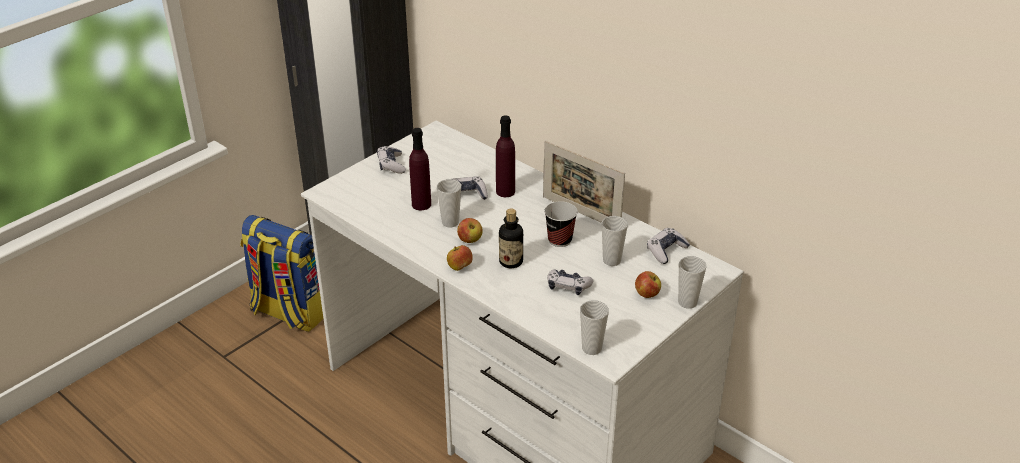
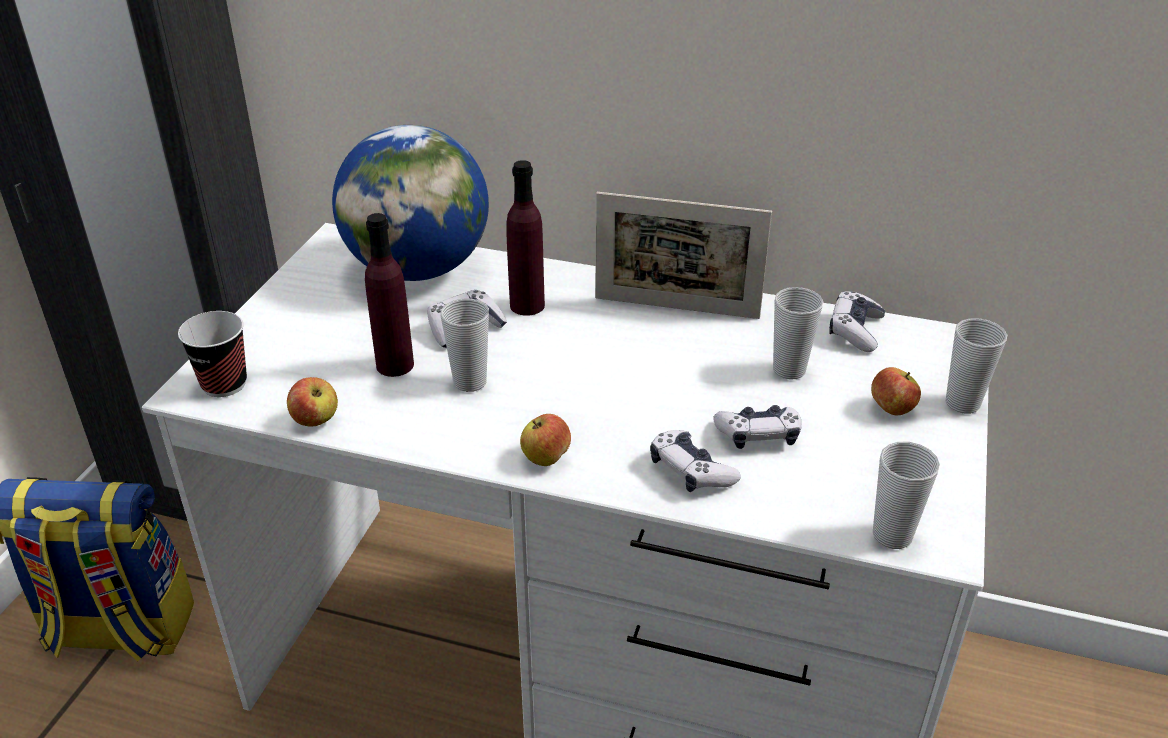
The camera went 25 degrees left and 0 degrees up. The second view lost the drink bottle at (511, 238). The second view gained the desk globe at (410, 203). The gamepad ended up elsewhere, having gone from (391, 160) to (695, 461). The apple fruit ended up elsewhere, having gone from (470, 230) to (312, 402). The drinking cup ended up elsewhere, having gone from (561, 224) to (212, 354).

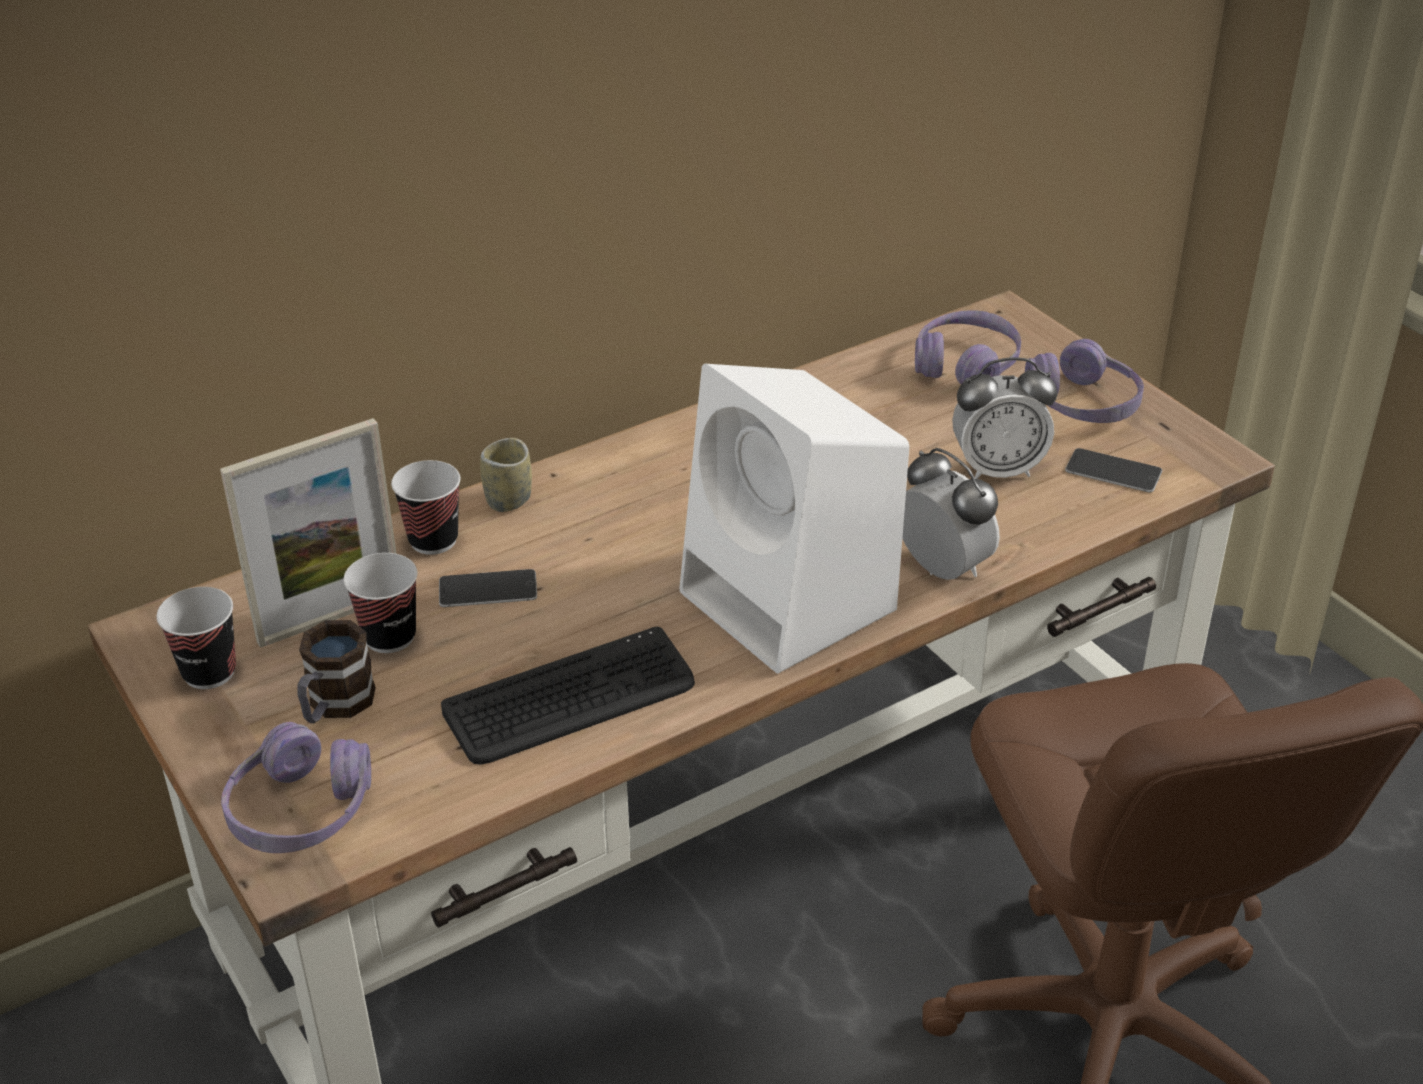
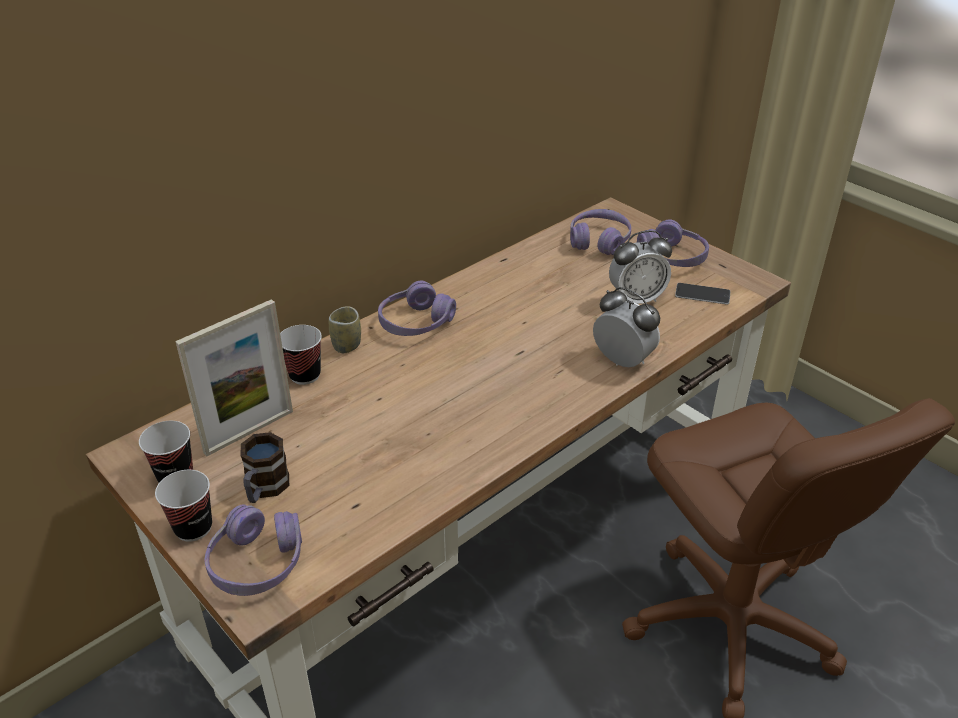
The camera went 10 degrees left and 0 degrees up. The second view lost the telephone at (488, 588). The second view lost the keyboard at (568, 696). The second view lost the loudspeaker in white-coloured at (794, 519). The second view gained the headset in purplish at (417, 308). The drinking cup ended up elsewhere, having gone from (380, 603) to (183, 506).

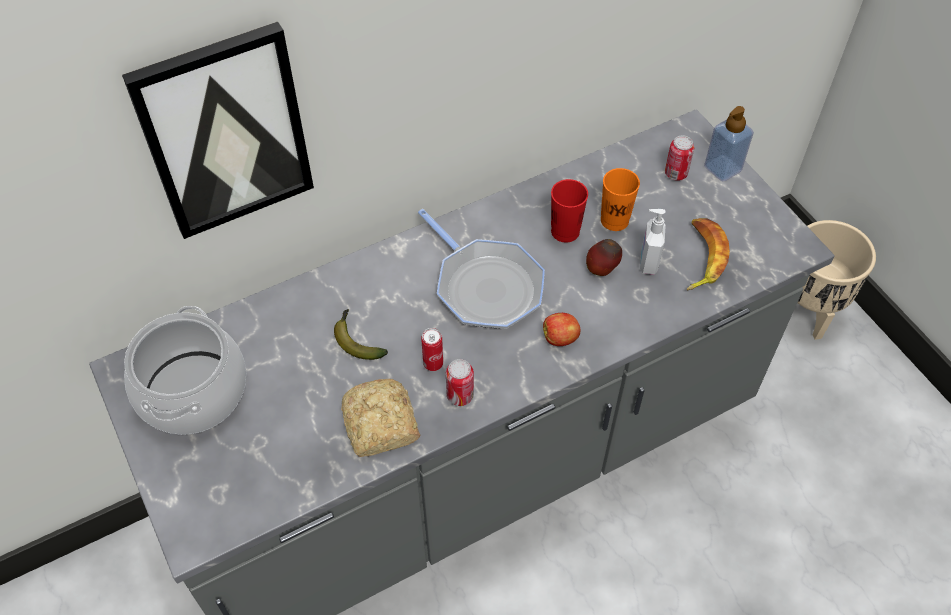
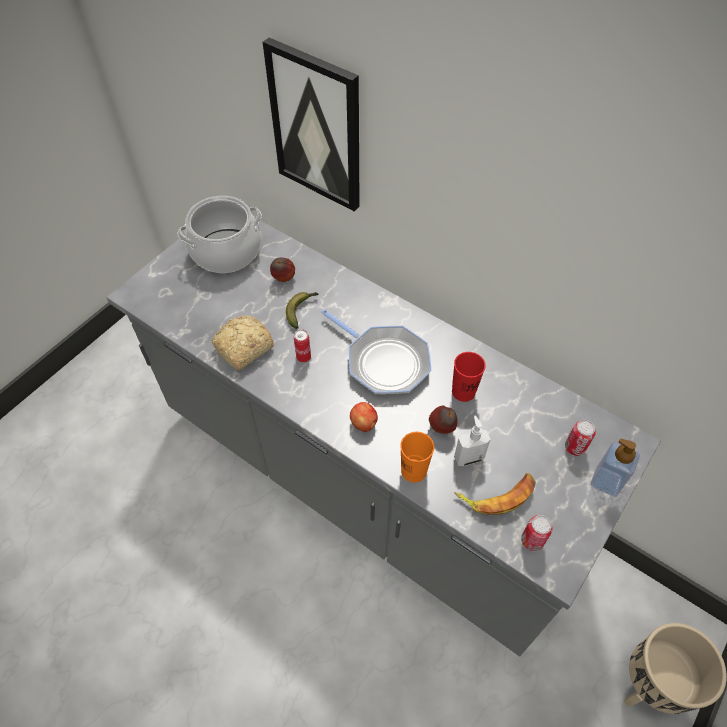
The camera went 65 degrees right and 0 degrees up. The second view gained the apple fruit at (282, 270). The metal can ended up elsewhere, having gone from (460, 382) to (537, 533). The drinking cup in orange ended up elsewhere, having gone from (620, 199) to (417, 457). The skillet at (481, 269) ended up facing another way, 75 degrees counterclockwise from before.

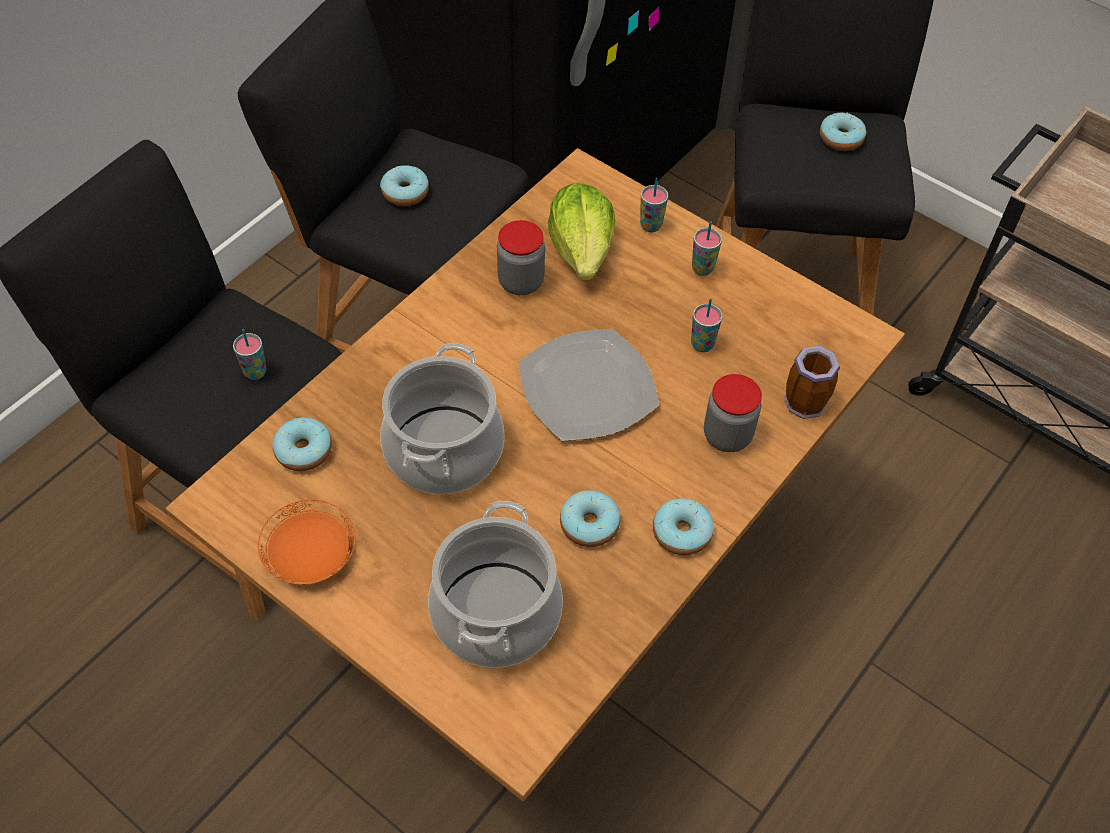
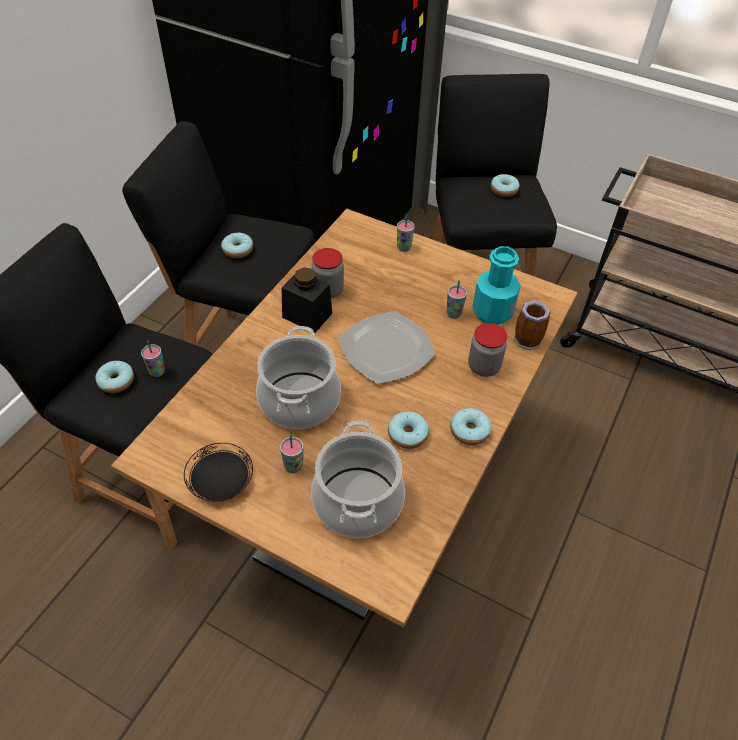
The camera went 10 degrees left and 5 degrees down. The second view lost the lettuce at (581, 231). The second view gained the storage jar in black at (307, 300). The second view gained the drink bottle in blue-green at (496, 285). The doughnut ended up elsewhere, having gone from (302, 444) to (114, 377). The drinking cup ended up elsewhere, having gone from (707, 248) to (291, 454). What was the dinner plate in orange at (307, 543) turned into the dinner plate in black at (218, 472).

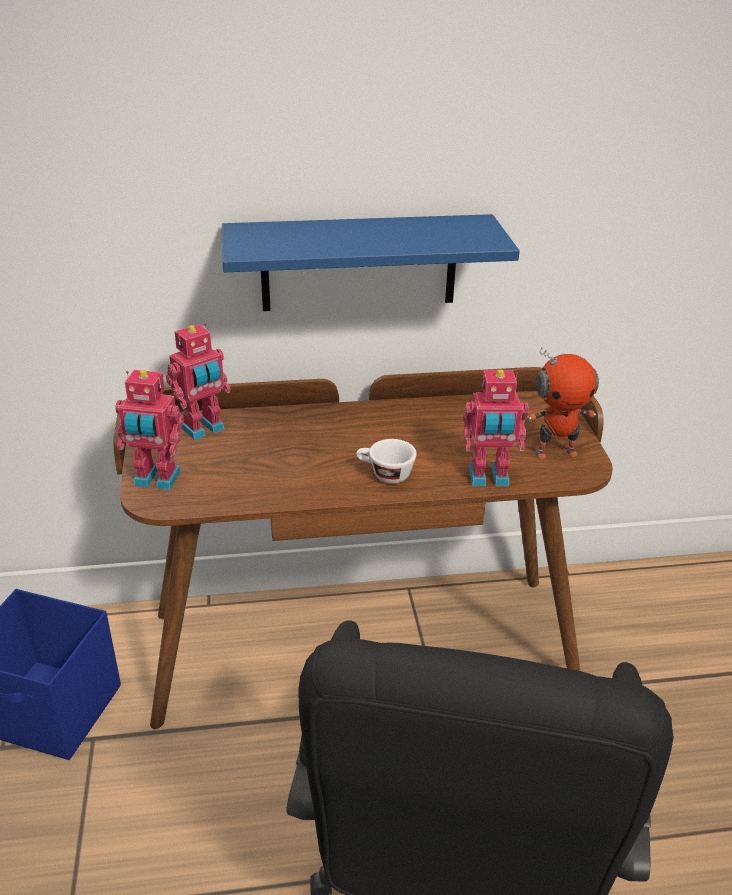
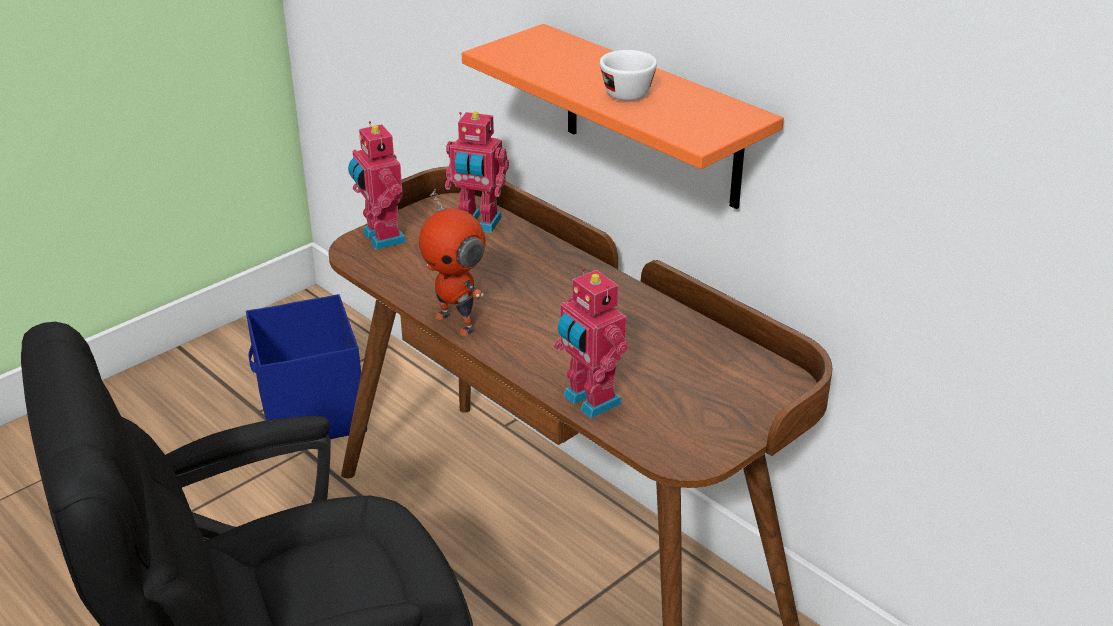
The camera went 55 degrees right and 0 degrees up. The drinking cup in white-coloured ended up elsewhere, having gone from (386, 461) to (628, 75). The model robot ended up elsewhere, having gone from (563, 403) to (452, 262). What was the bracket shelf in bluish at (371, 262) turned into the bracket shelf in orange at (623, 116).

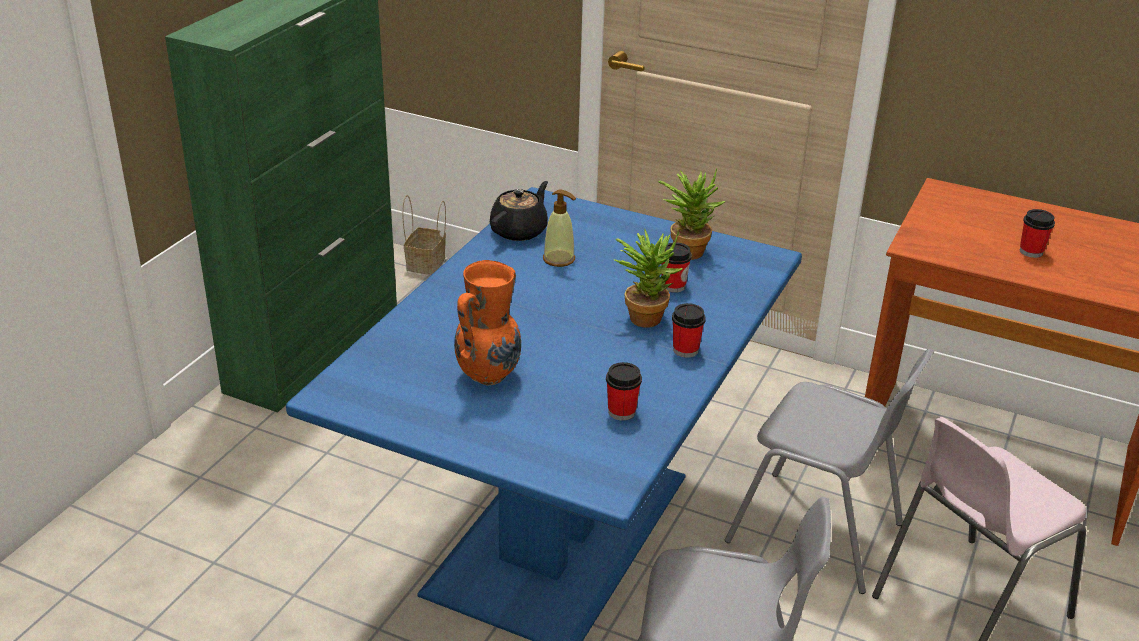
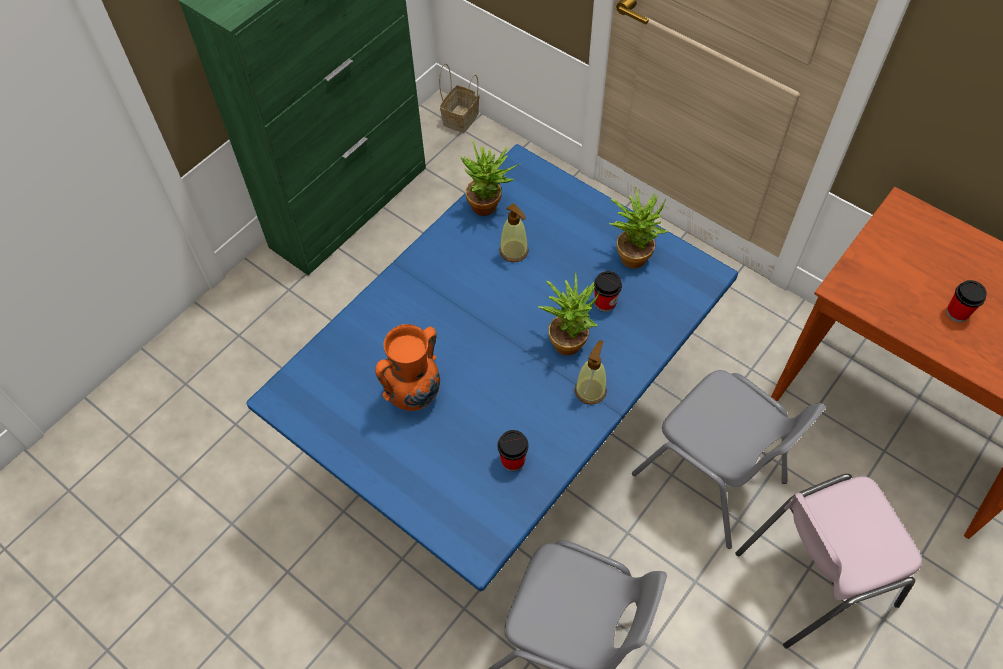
The camera went 15 degrees right and 25 degrees up. Where the tea pot in black stood at (519, 211), the plant in a pot came to stand at (490, 177). Where the drinking cup stood at (689, 330), the soap bottle came to stand at (591, 372).

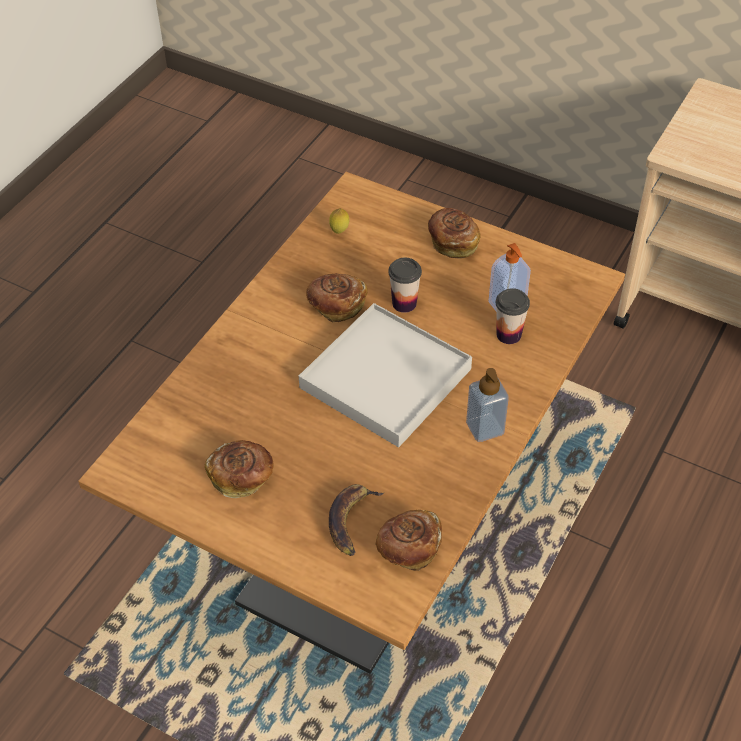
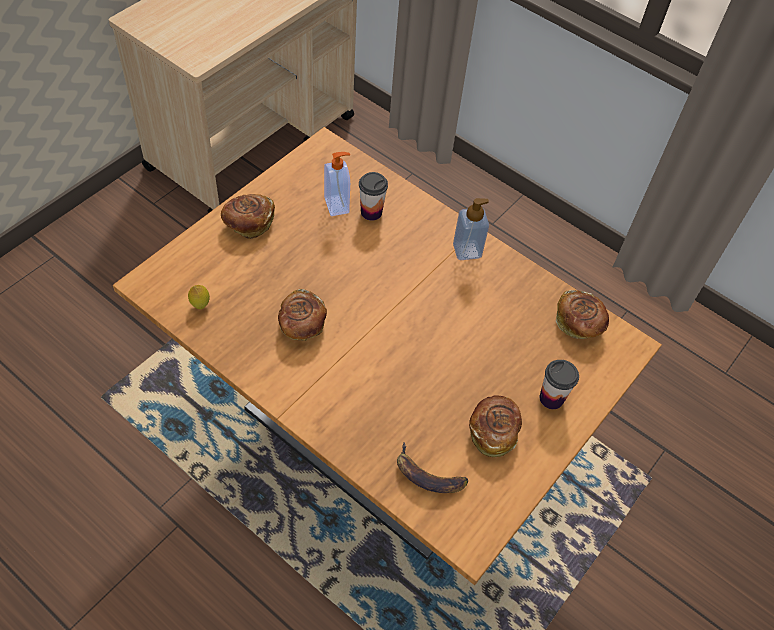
The camera went 85 degrees left and 5 degrees up. The second view lost the carrying tray in white-coloured at (385, 375). The whole banana ended up elsewhere, having gone from (356, 520) to (432, 468). The drinking cup ended up elsewhere, having gone from (405, 285) to (559, 384).

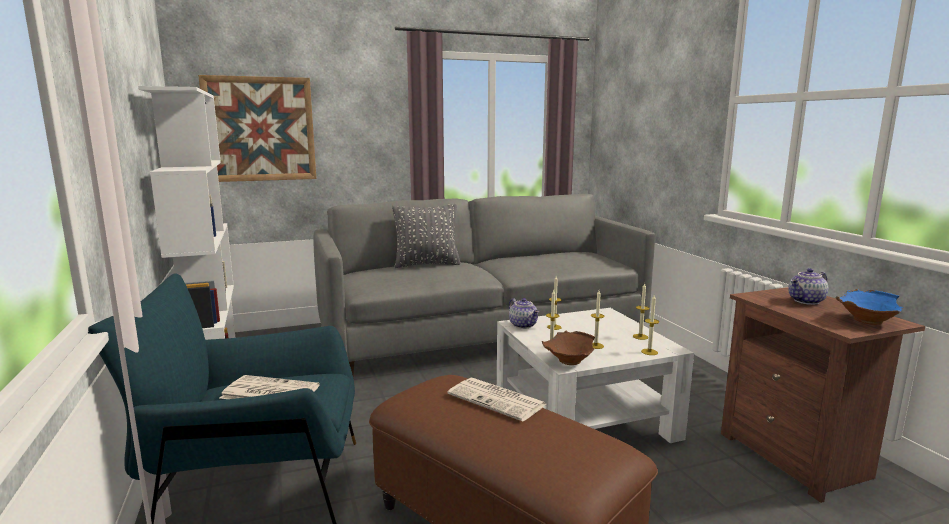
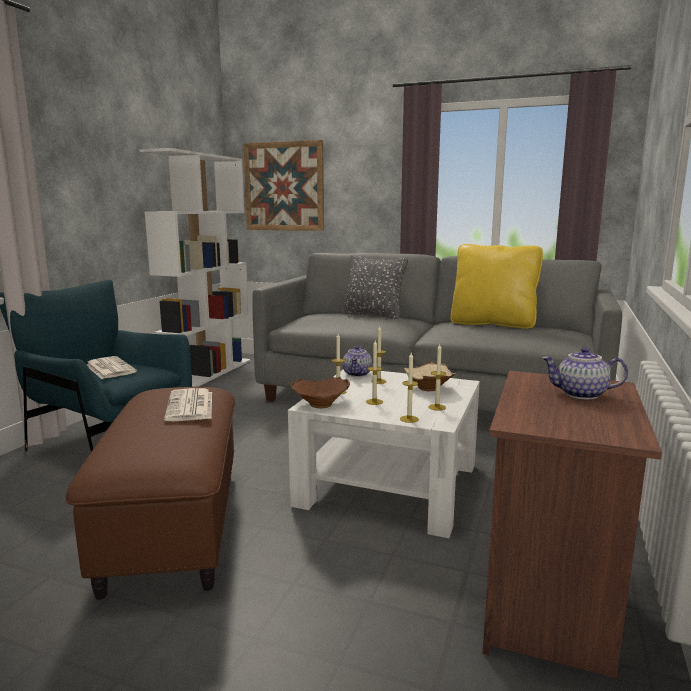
The camera went 40 degrees right and 0 degrees up. The second view lost the serving bowl in bluish at (869, 307). The second view gained the serving bowl in beige at (430, 376). The second view gained the throw pillow in yellow at (497, 286).

